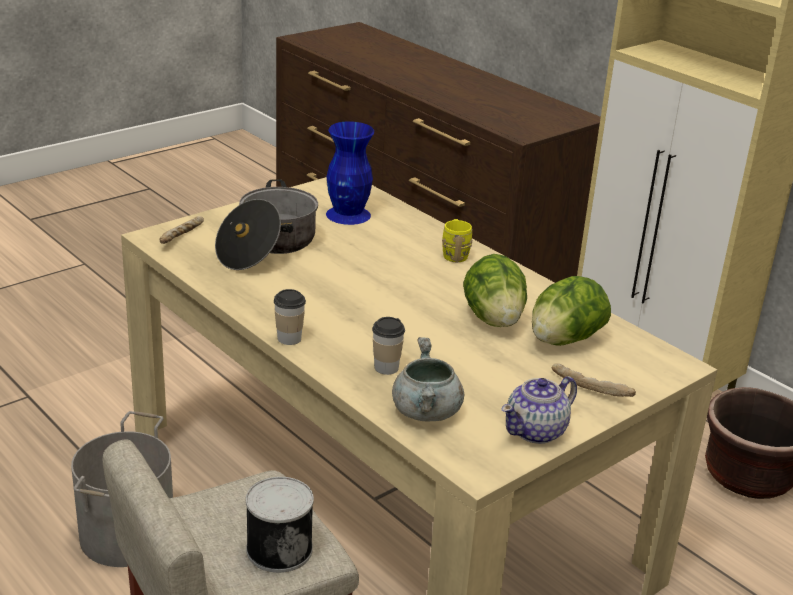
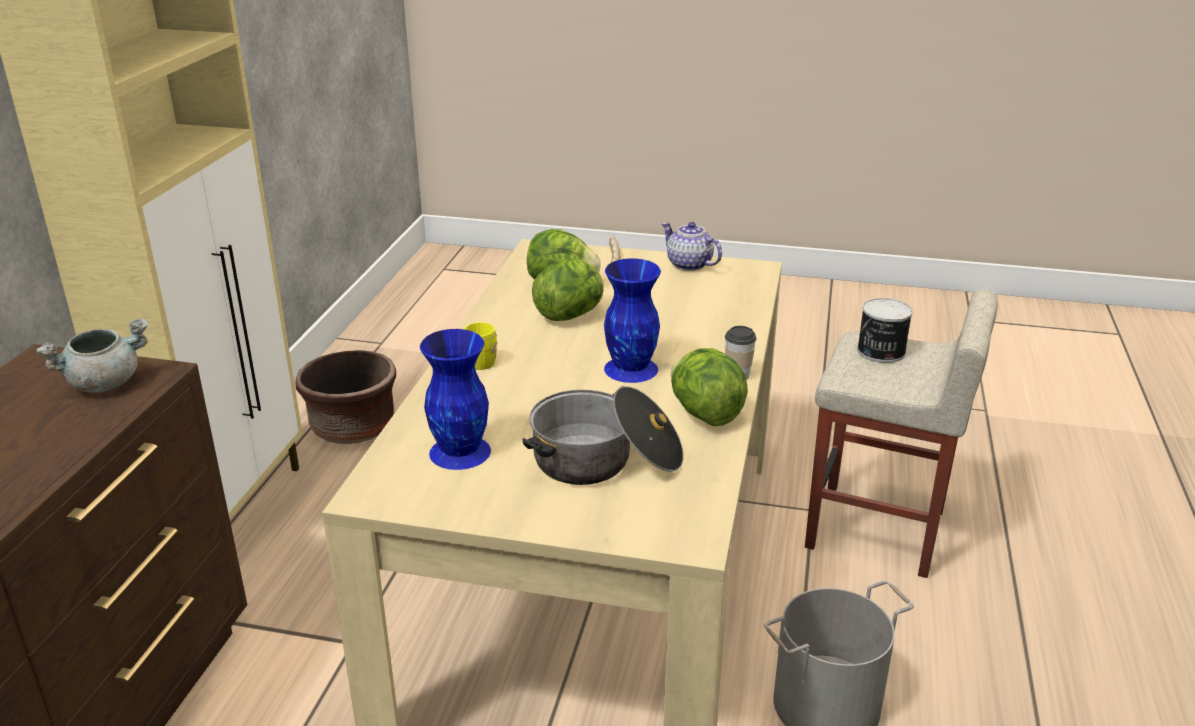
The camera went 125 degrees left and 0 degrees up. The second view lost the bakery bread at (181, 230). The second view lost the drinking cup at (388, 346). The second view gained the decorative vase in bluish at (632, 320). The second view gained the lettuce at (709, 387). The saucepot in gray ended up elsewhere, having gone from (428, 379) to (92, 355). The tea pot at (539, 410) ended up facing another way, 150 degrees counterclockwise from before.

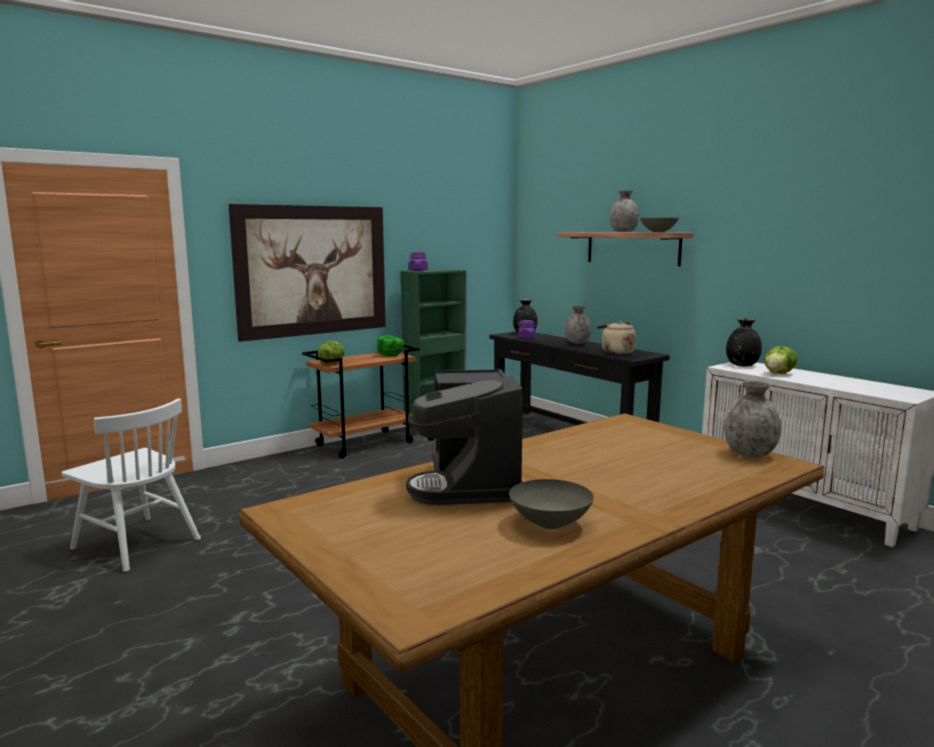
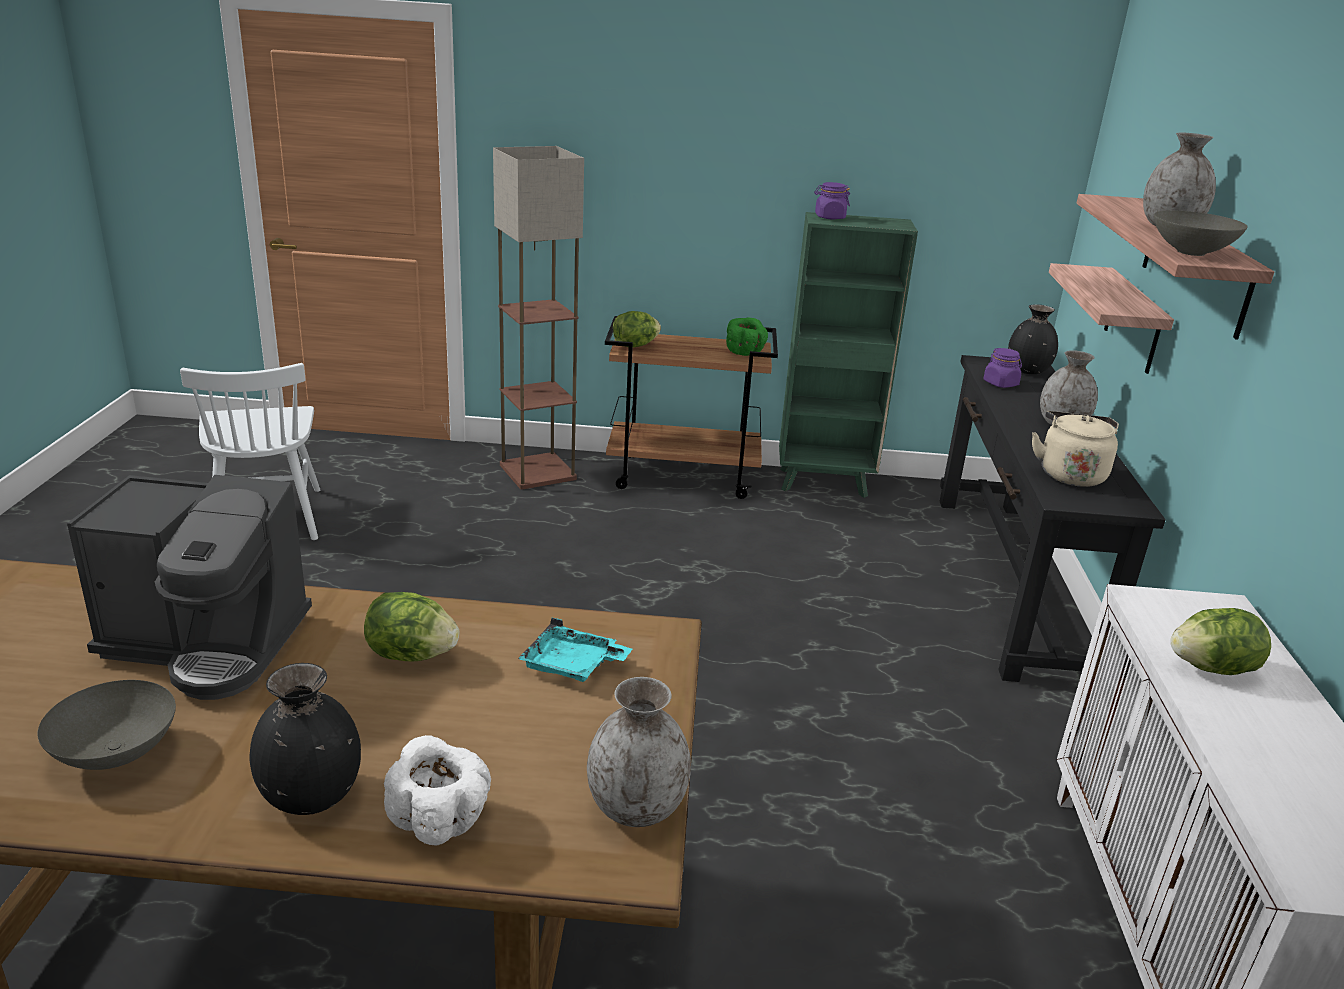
The camera went 40 degrees right and 15 degrees up. The second view lost the picture at (307, 273). The second view gained the lettuce at (411, 626). The second view gained the serving bowl in white-coloured at (437, 790). The second view gained the standard lamp at (538, 317). The second view gained the carrying tray in blue-green at (575, 650). The second view gained the bracket shelf at (1111, 318). The decorative vase in black ended up elsewhere, having gone from (744, 342) to (305, 739). The coffee brewer at (464, 437) ended up facing another way, 120 degrees counterclockwise from before.

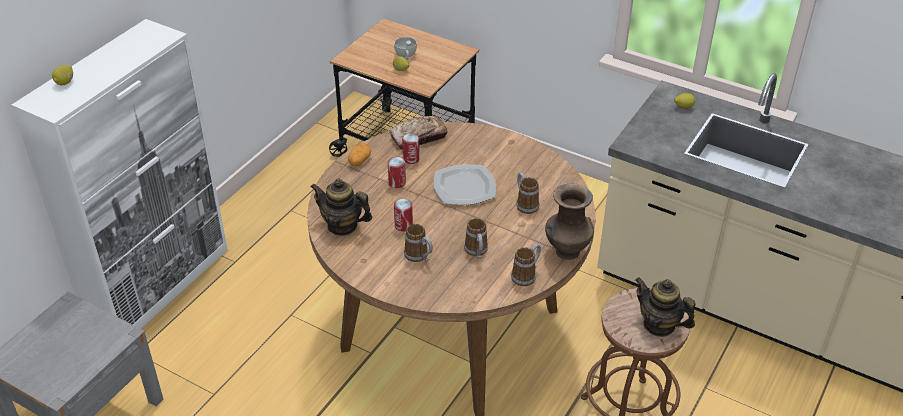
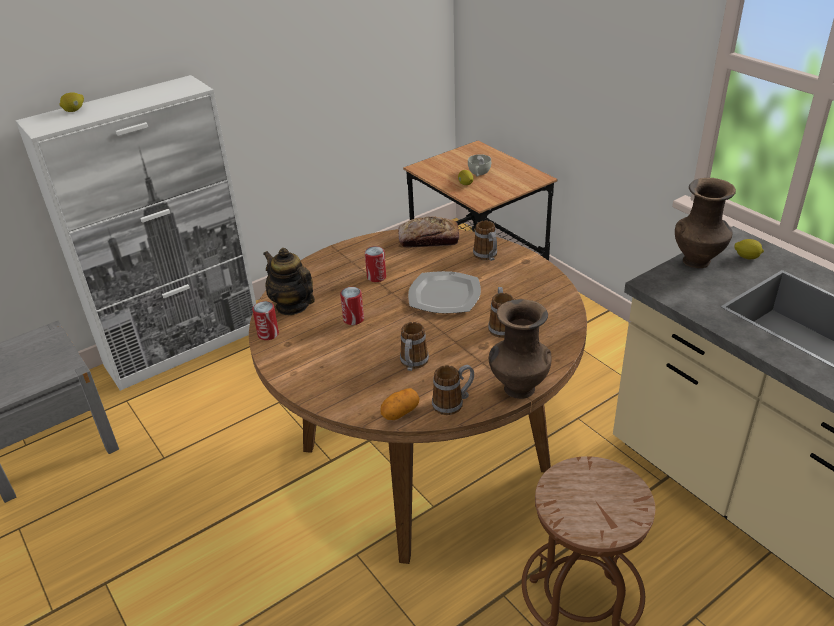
The camera went 25 degrees right and 5 degrees down. The second view lost the tea pot at (665, 307). The second view gained the decorative vase in brownish at (705, 223). The spud ended up elsewhere, having gone from (359, 154) to (400, 404). The metal can ended up elsewhere, having gone from (411, 148) to (265, 320). The coffee mug ended up elsewhere, having gone from (418, 243) to (485, 240).

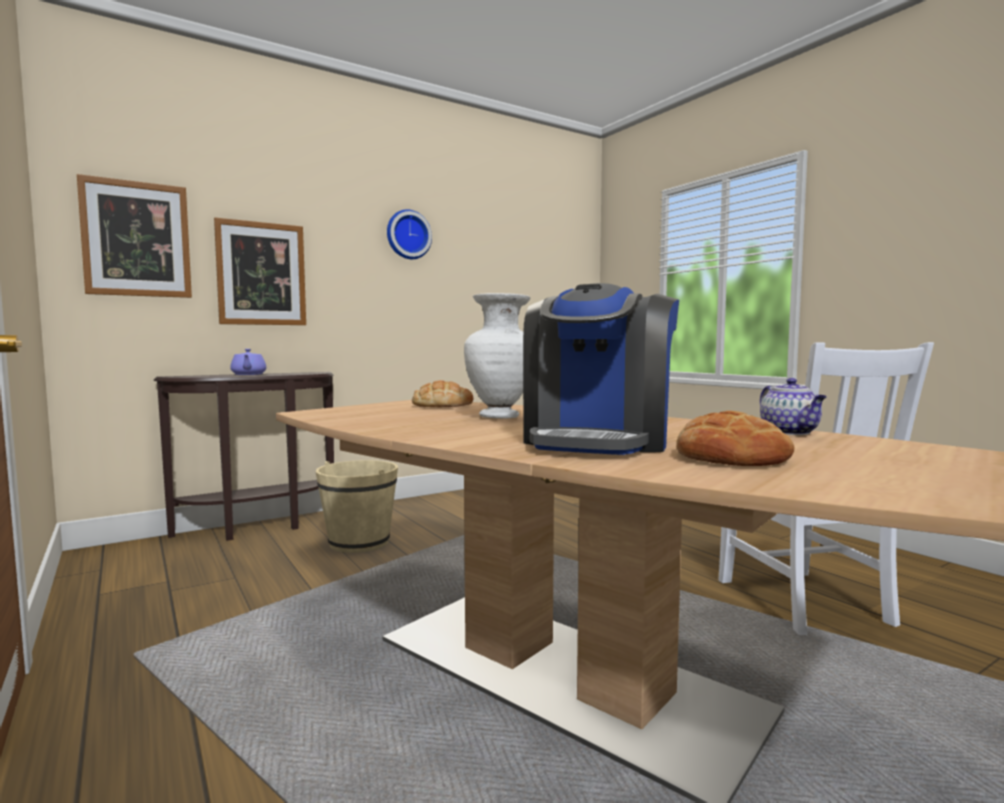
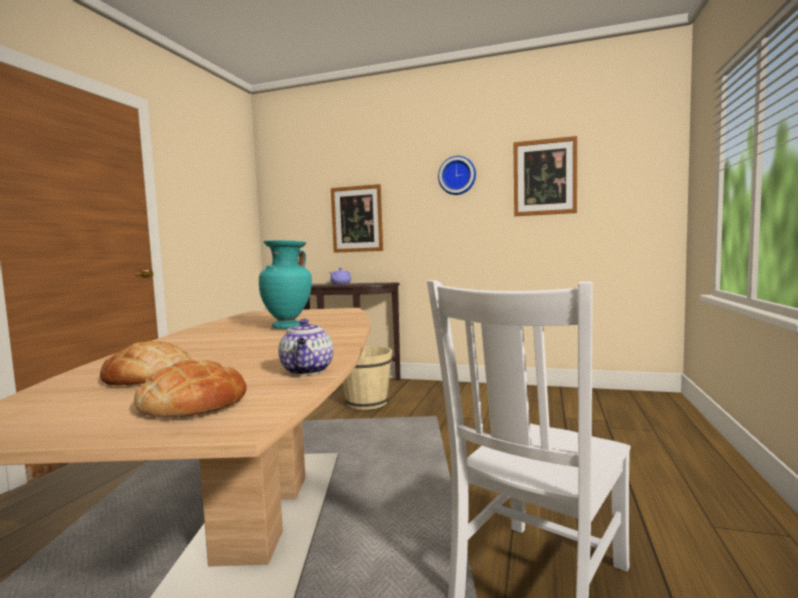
The camera went 50 degrees right and 0 degrees up. The second view lost the coffee brewer at (601, 369). The picture ended up elsewhere, having gone from (134, 236) to (545, 176). The bakery bread ended up elsewhere, having gone from (442, 393) to (190, 389). What was the decorative vase in white-coloured at (497, 355) turned into the decorative vase in blue-green at (285, 284). The tea pot at (793, 406) ended up facing another way, 45 degrees counterclockwise from before.

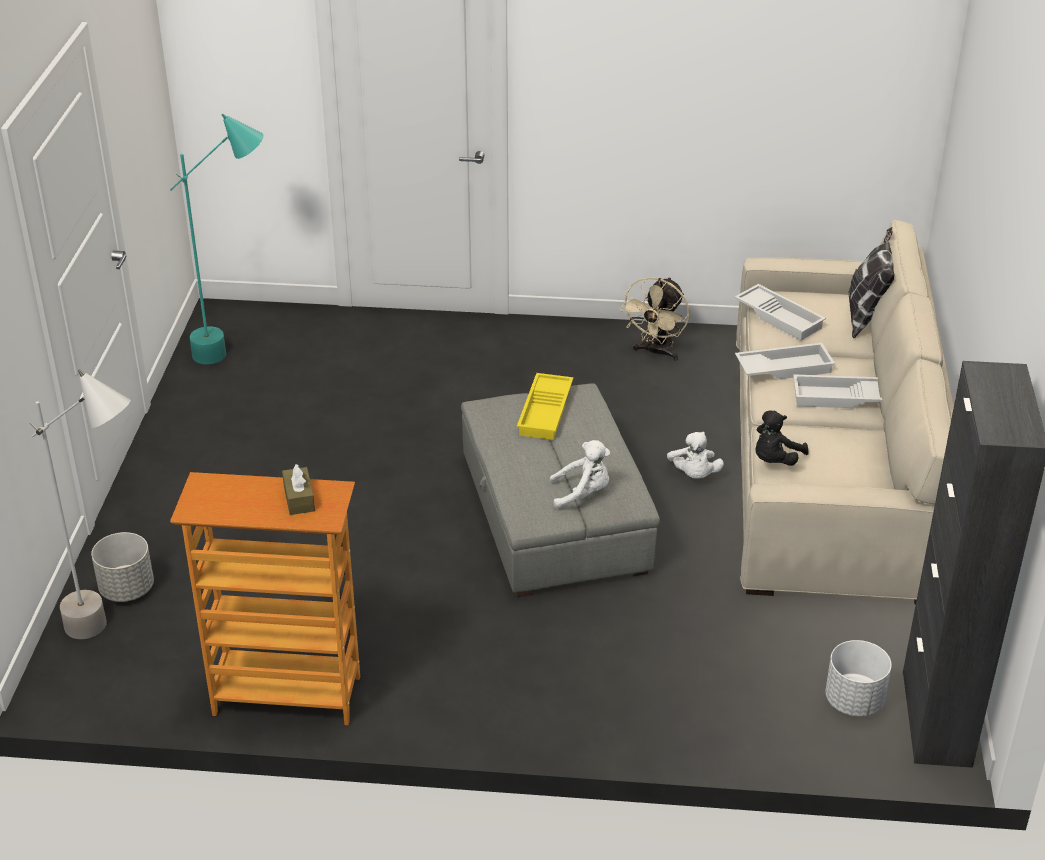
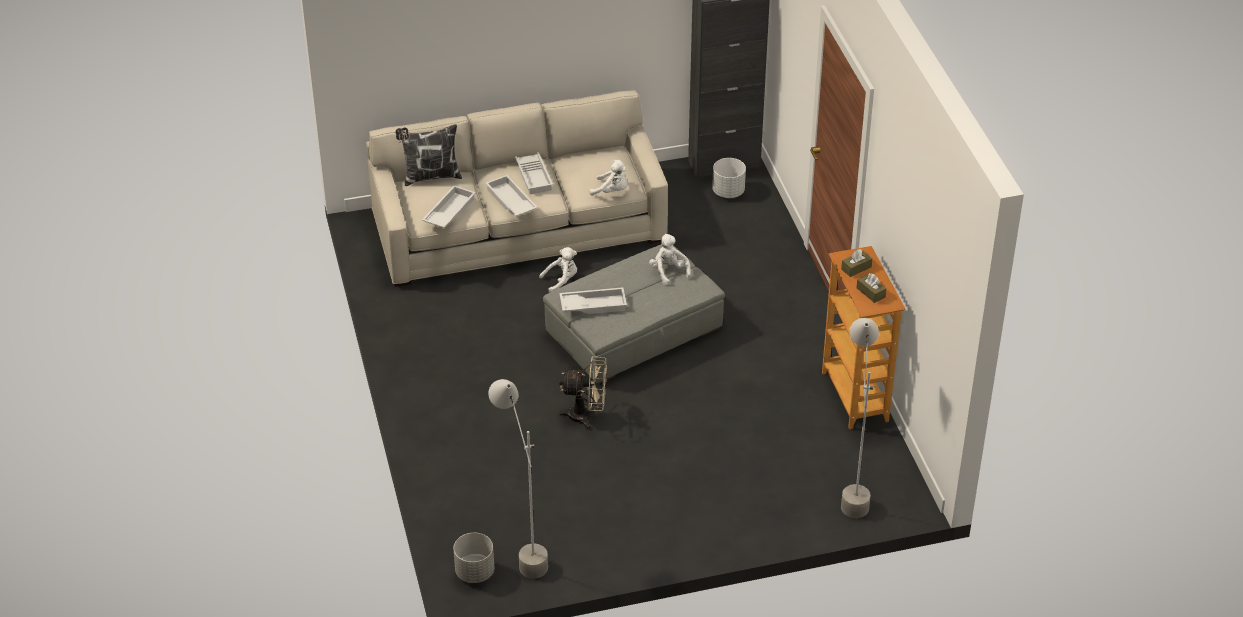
The camera went 110 degrees left and 5 degrees up. The second view gained the box of tissues in brownish at (872, 288). The planter in gray ended up elsewhere, having gone from (122, 567) to (473, 558). The cooling fan in beige ended up elsewhere, having gone from (654, 319) to (582, 393). What was the standard lamp in blue-green at (217, 239) turned into the standard lamp in gray at (518, 479). What was the carrying tray in yellow at (545, 406) turned into the carrying tray in white-coloured at (593, 300). What was the cuddly toy in black at (782, 438) turned into the cuddly toy in white-coloured at (608, 178).

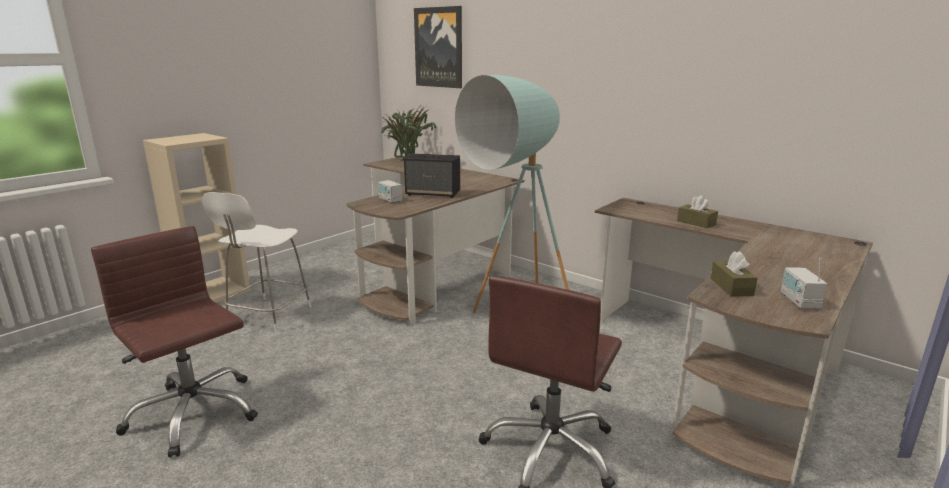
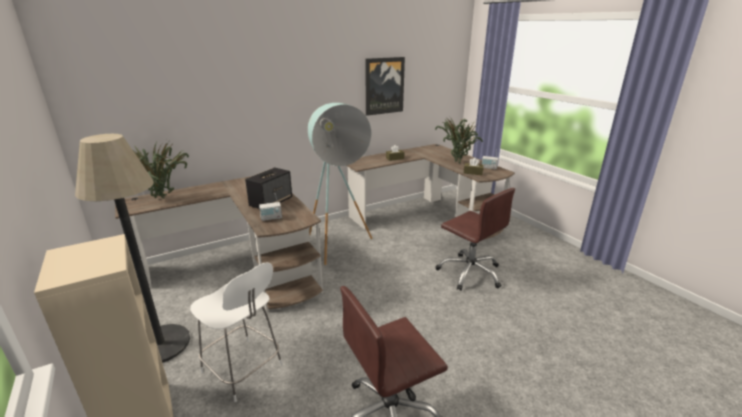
The camera went 70 degrees left and 5 degrees up. The second view gained the standard lamp at (132, 248). The second view gained the plant in a pot at (459, 139). The picture ended up elsewhere, having gone from (438, 47) to (385, 86).

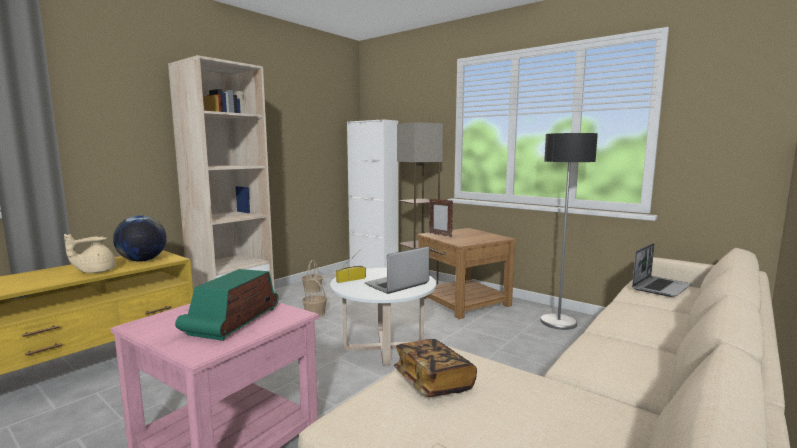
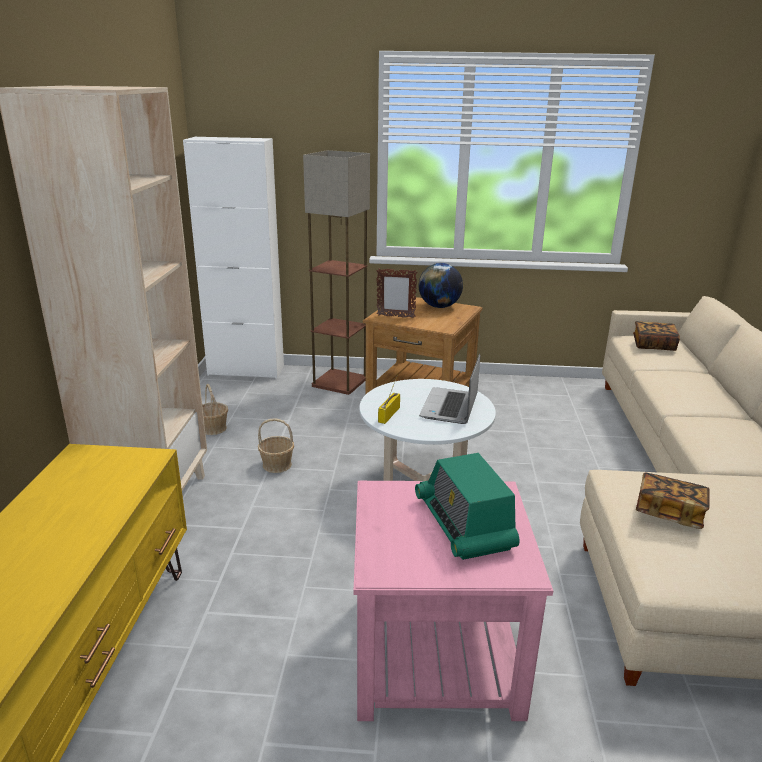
The camera went 35 degrees left and 15 degrees up. The second view lost the tea pot in beige at (90, 253). The second view lost the standard lamp at (569, 231). The desk globe ended up elsewhere, having gone from (140, 238) to (441, 285). Where the notebook computer stood at (661, 270), the volume came to stand at (656, 336).

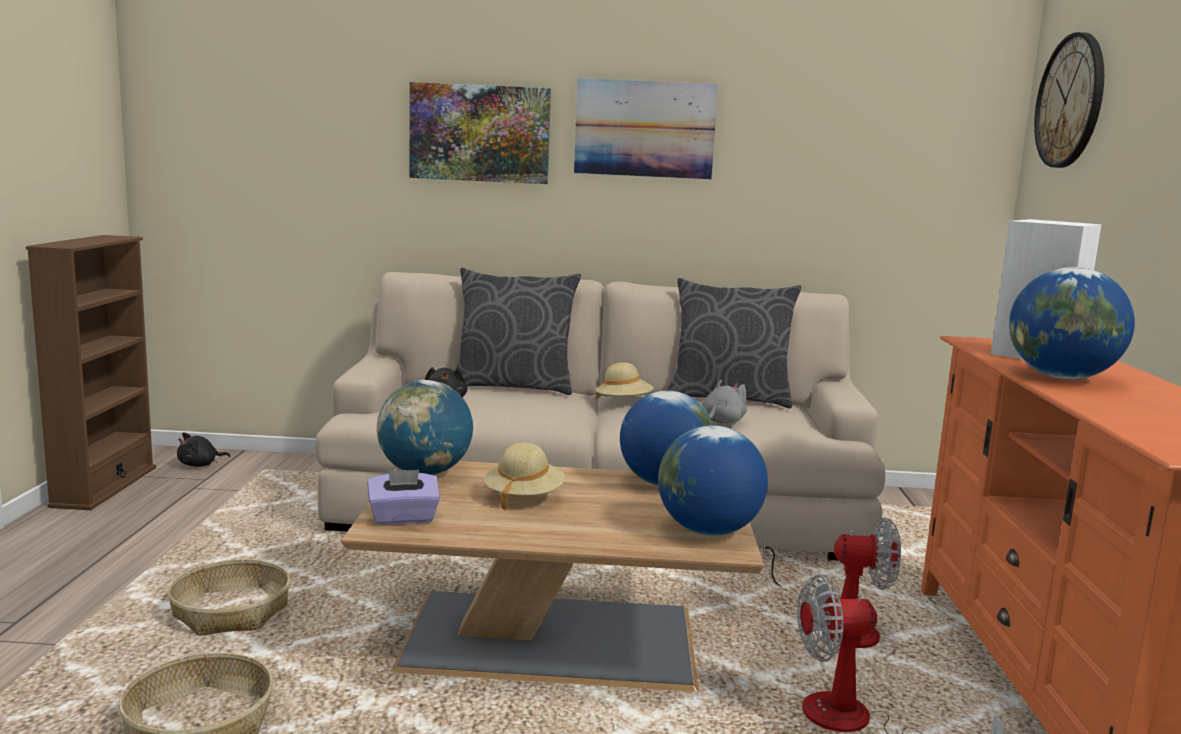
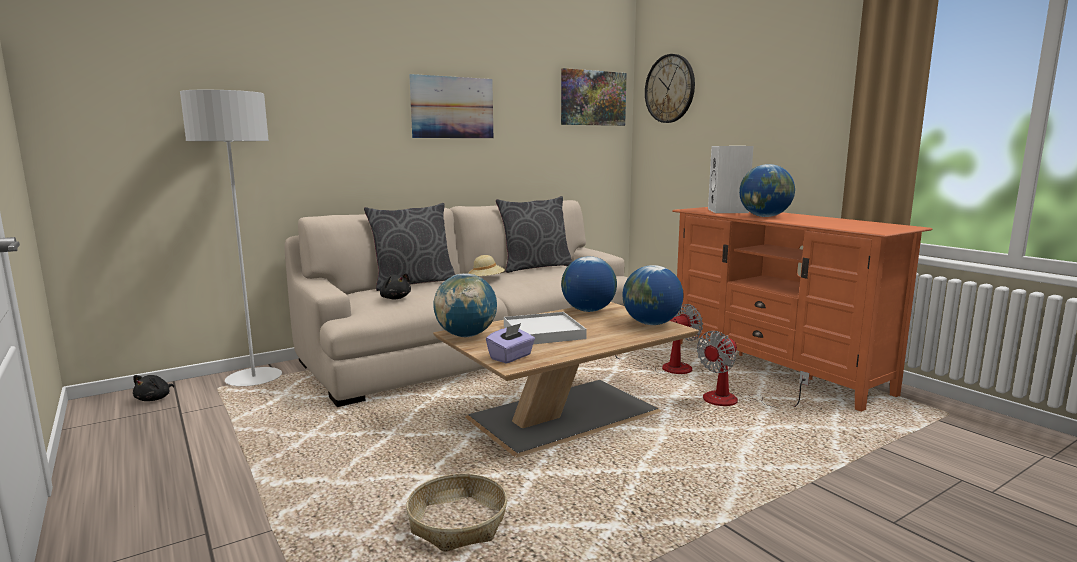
The camera went 35 degrees left and 0 degrees up. The second view lost the bookcase in brownish at (91, 372). The second view lost the household basket at (228, 597). The second view lost the cuddly toy in gray at (724, 401). The second view gained the standard lamp in gray at (231, 238). The picture ended up elsewhere, having gone from (480, 133) to (594, 97). Where the hat in beige stood at (524, 476), the carrying tray in white-coloured came to stand at (545, 328).

